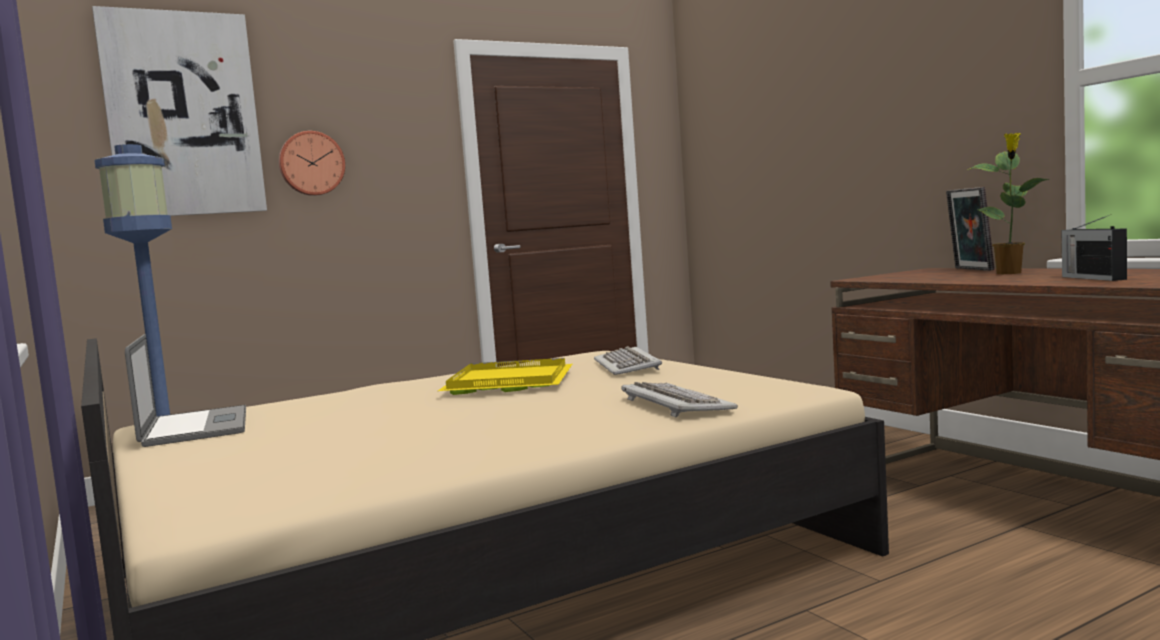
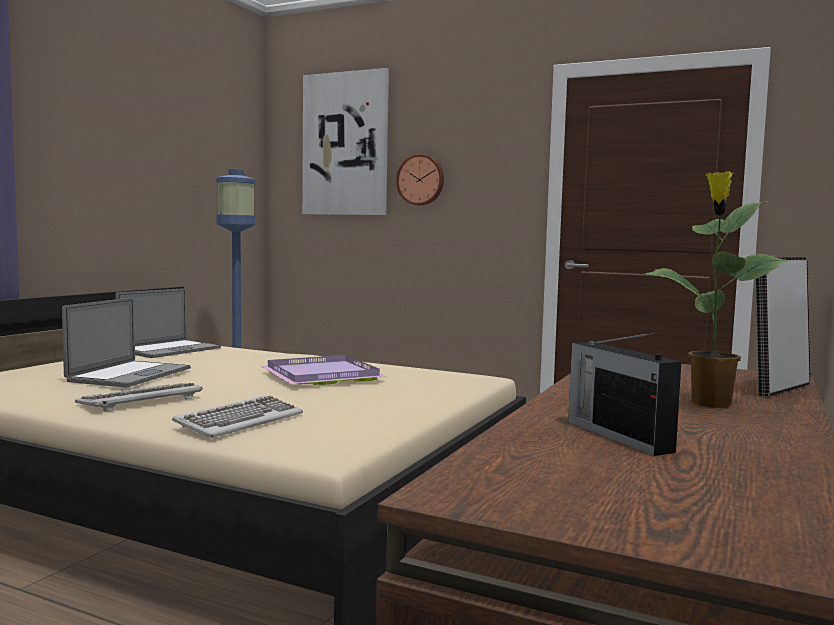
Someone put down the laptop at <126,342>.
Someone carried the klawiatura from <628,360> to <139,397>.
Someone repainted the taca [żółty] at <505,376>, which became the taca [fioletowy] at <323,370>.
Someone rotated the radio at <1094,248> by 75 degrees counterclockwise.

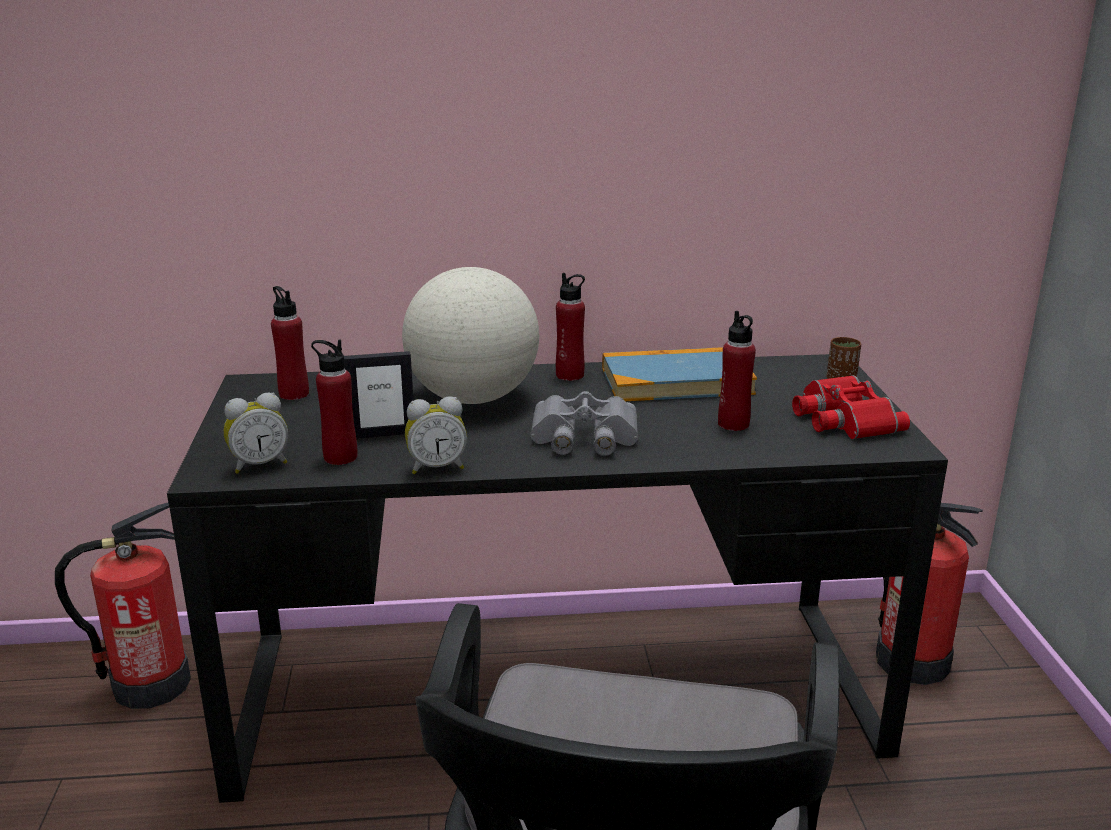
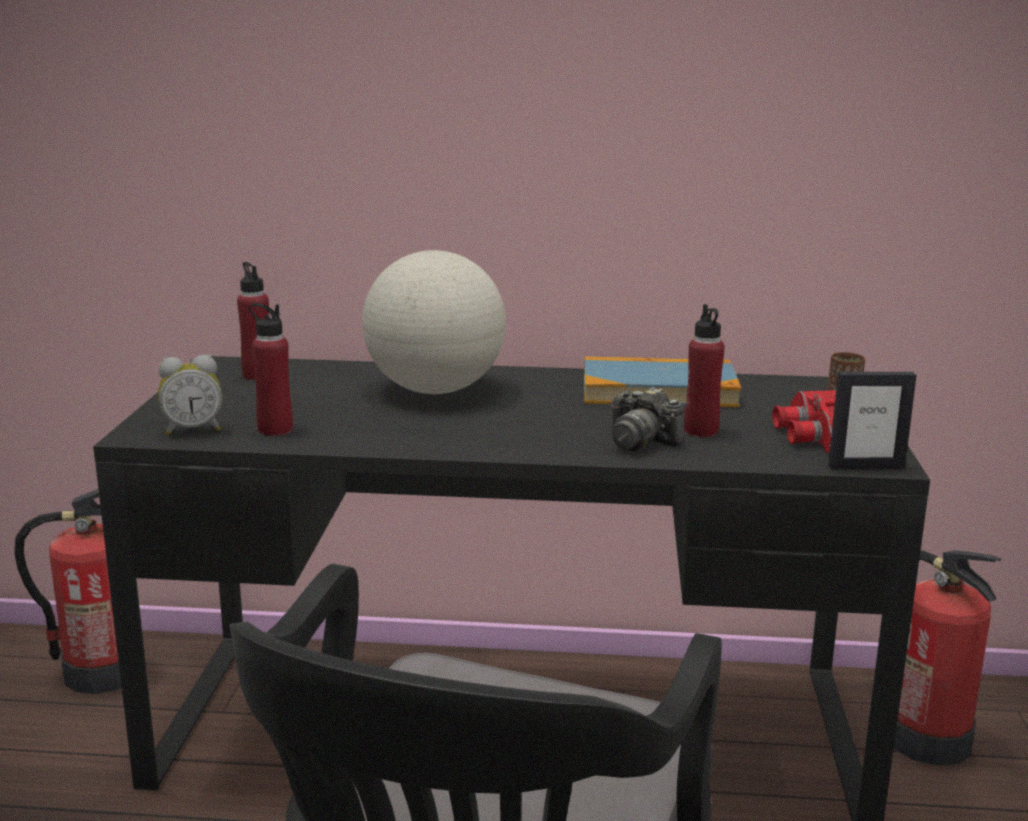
Someone put down the aparat fotograficzny at <647,419>.
Someone carried the ramka na zdjęcie from <379,395> to <872,420>.
Someone took away the budzik at <436,435>.
Someone took away the lornetka [szary] at <584,423>.
Someone took away the butelka [czerwony] at <570,327>.

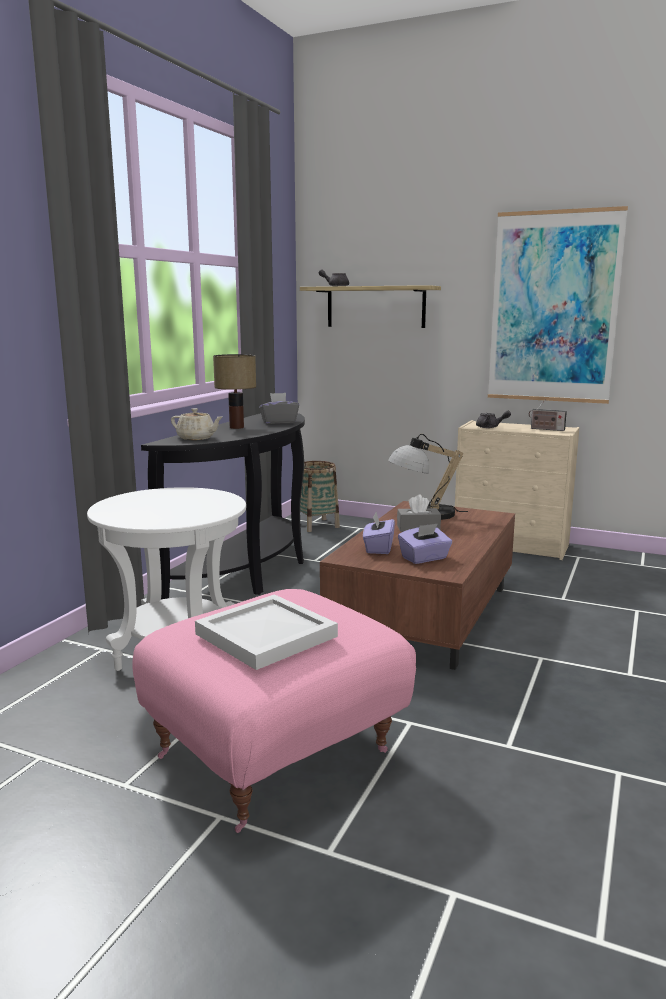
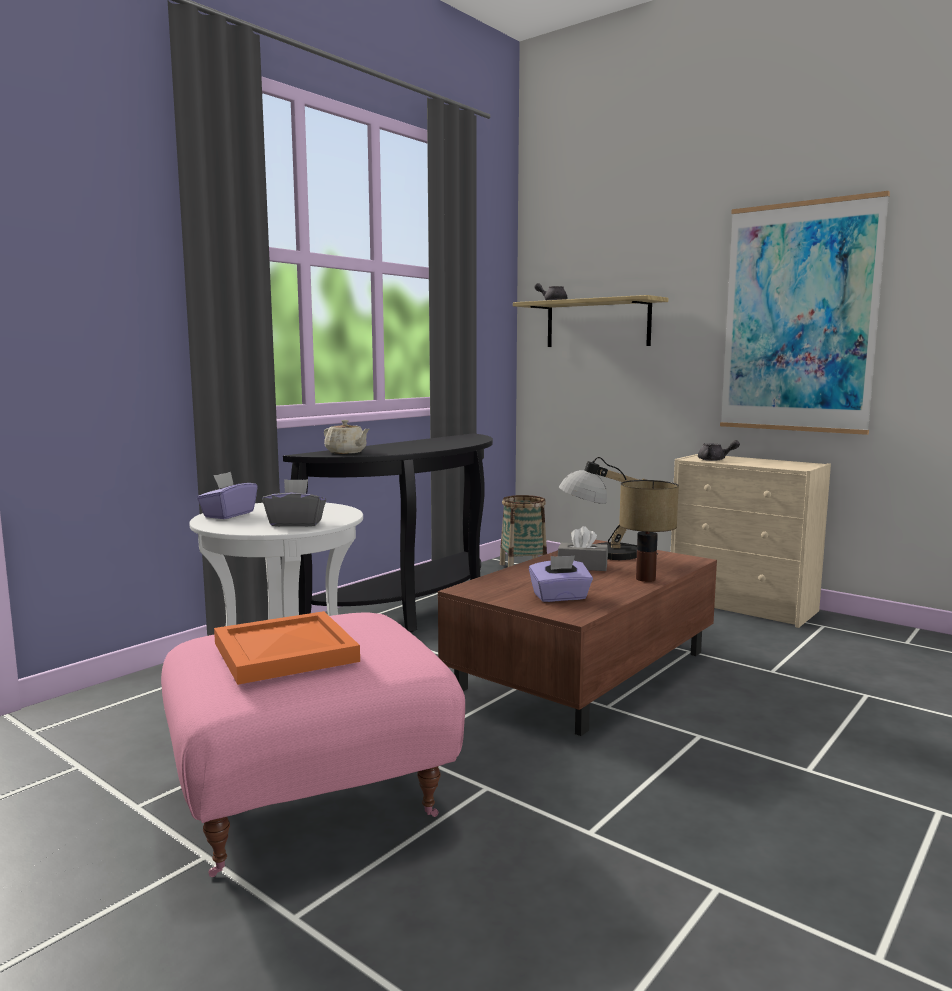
Someone carried the pudełko chusteczek [fioletowy] from <379,533> to <227,495>.
Someone repainted the taca [biały] at <266,632>, which became the taca [pomarańczowy] at <287,648>.
Someone carried the pudełko chusteczek [szary] from <279,408> to <294,502>.
Someone carried the lampa stołowa from <234,391> to <649,531>.
Someone took away the radio at <548,415>.

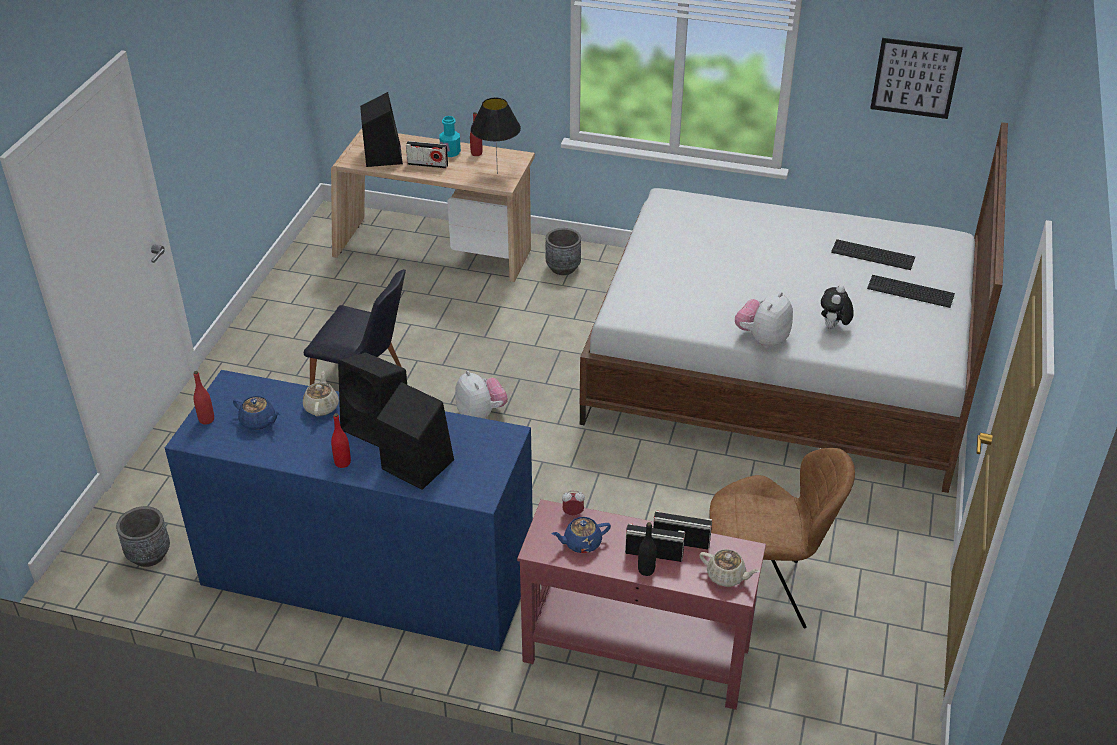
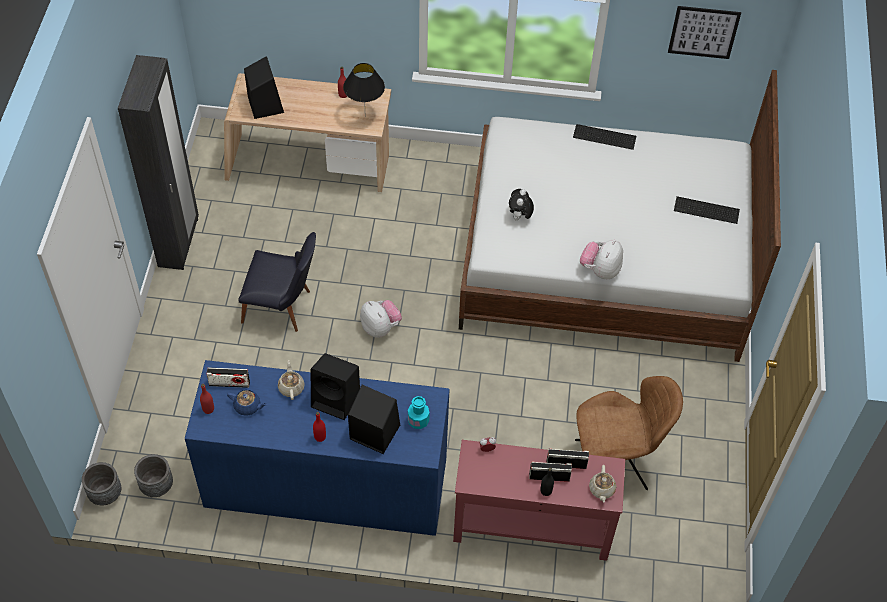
Someone carried the donica [szary] from <563,251> to <101,483>.
Someone put down the szafa [czarny] at <158,162>.
Someone carried the radio from <427,154> to <228,378>.
Someone carried the butelka [turkusowy] from <450,136> to <419,412>.
Someone carried the pluszak from <837,307> to <521,204>.
Someone carried the klawiatura from <873,254> to <604,137>.
Someone rotated the imbryk [beżowy] at <729,568> by 75 degrees clockwise.
Someone took away the imbryk [niebieski] at <581,535>.

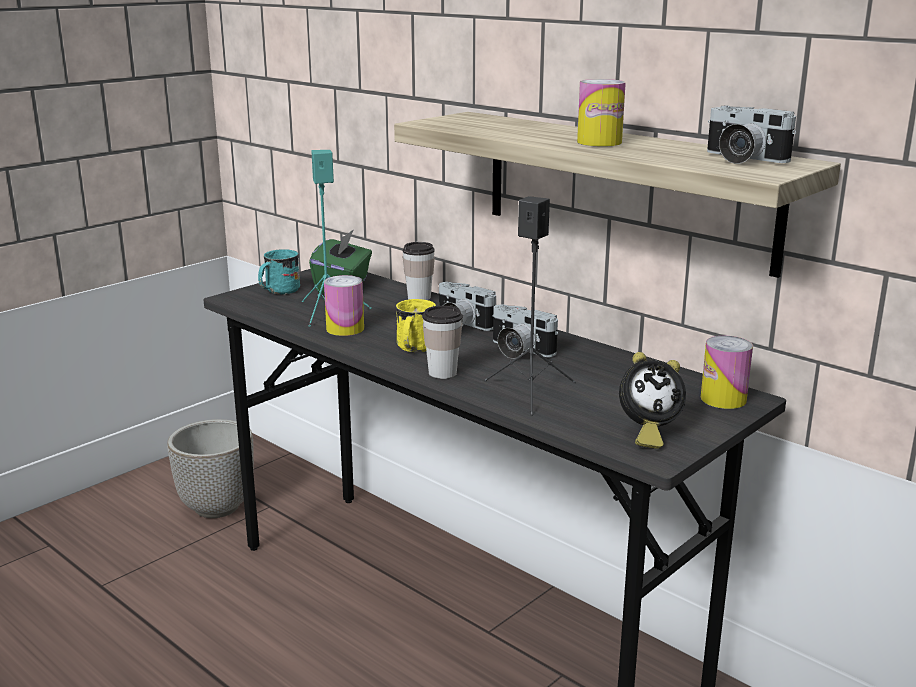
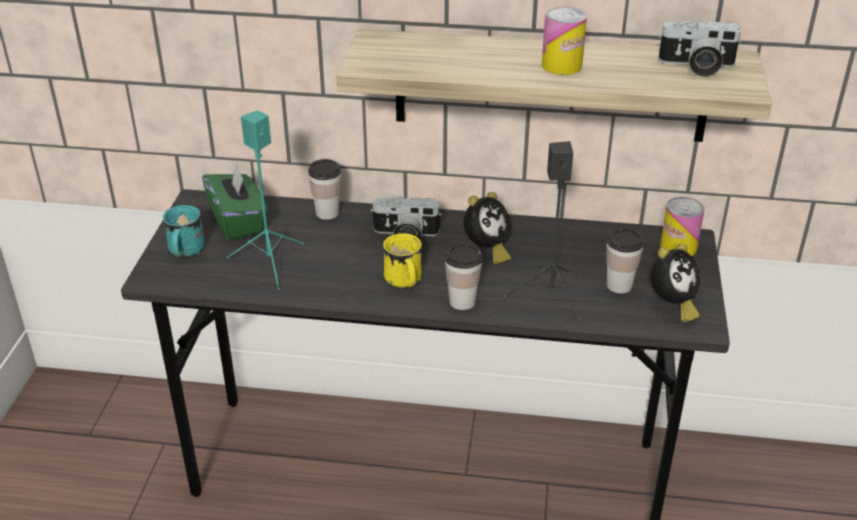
Someone swapped the aparat fotograficzny at <525,332> for the budzik at <487,228>.
Someone put down the filiżanka at <625,260>.
Someone took away the donica at <210,468>.
Someone took away the puszka at <344,305>.

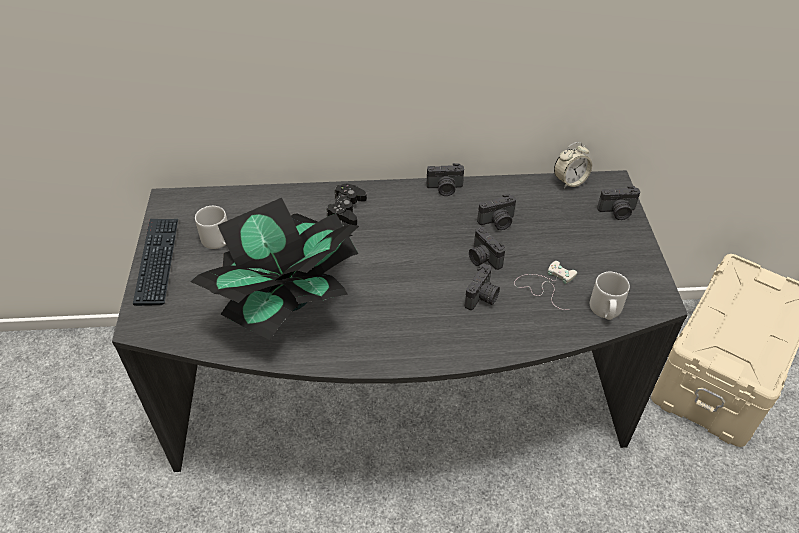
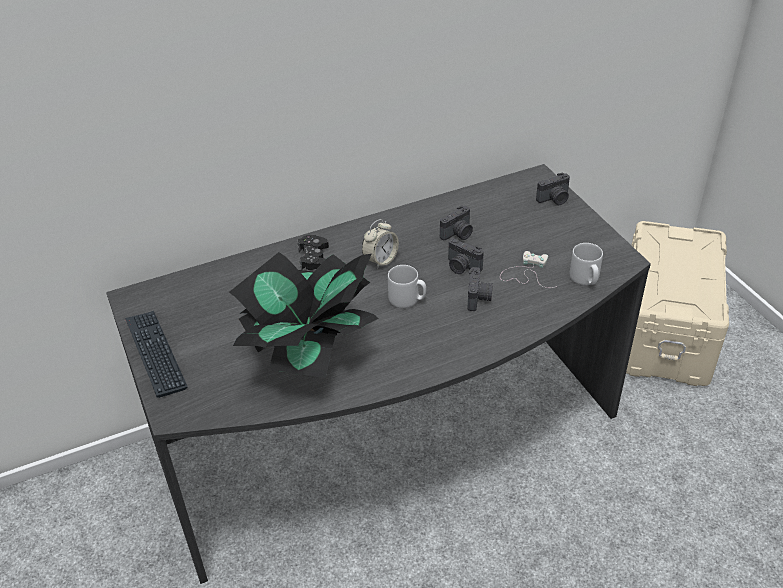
Someone carried the budzik from <573,165> to <380,244>.
Someone carried the kubek [szary] from <211,227> to <407,286>.
Someone took away the aparat fotograficzny at <445,179>.

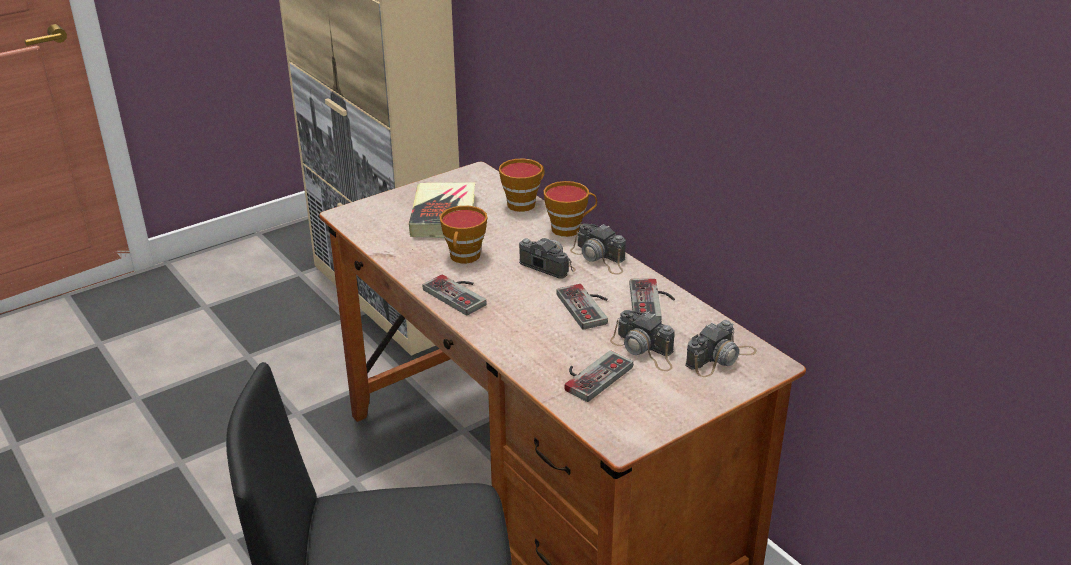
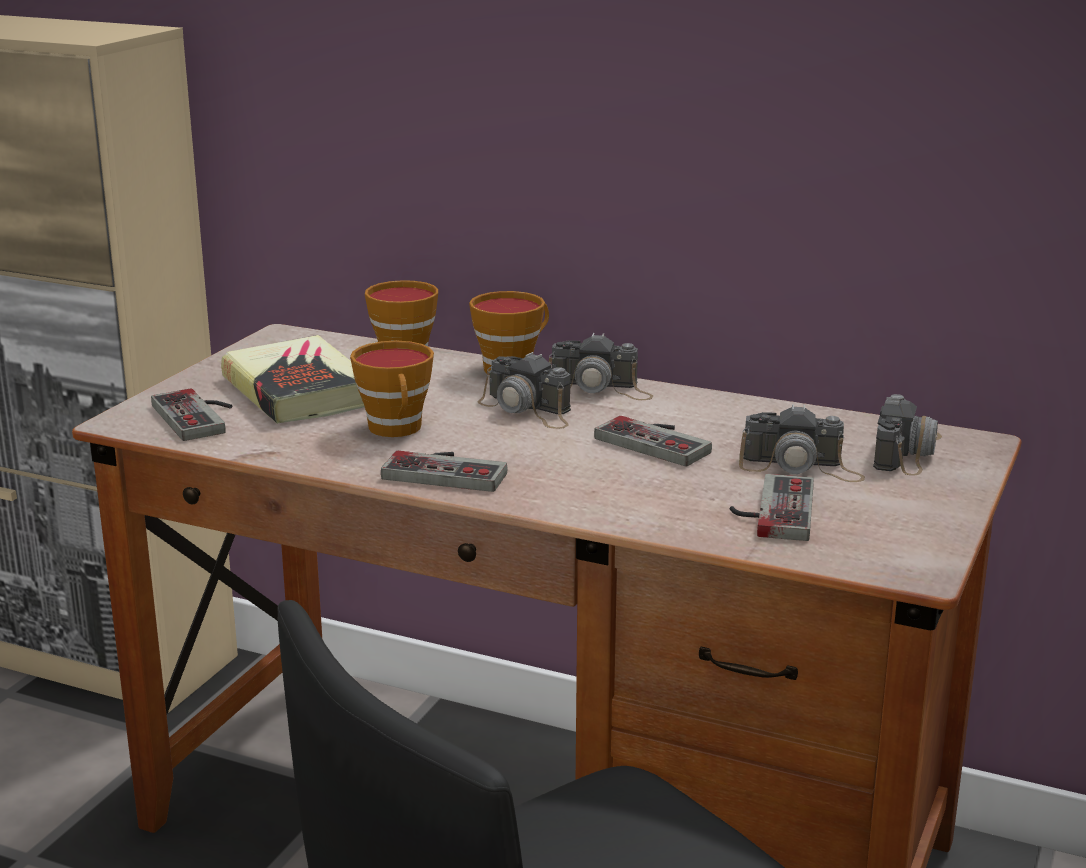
Someone carried the pad do gier from <652,299> to <191,414>.
Someone rotated the aparat fotograficzny at <547,258> by 150 degrees counterclockwise.

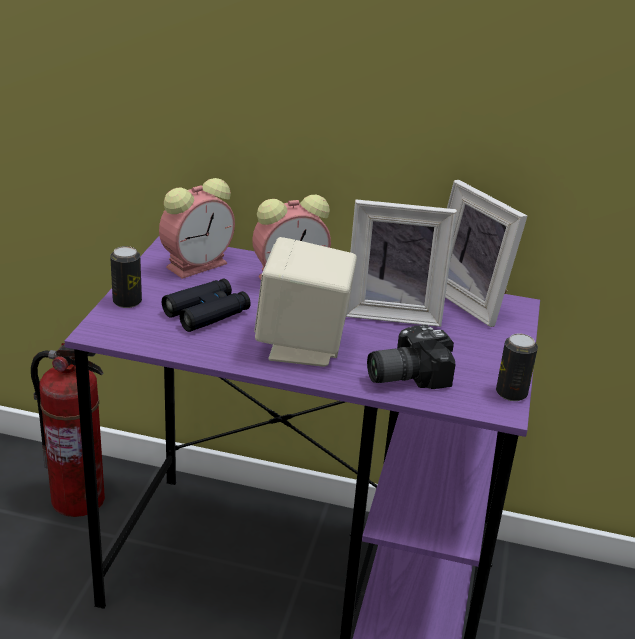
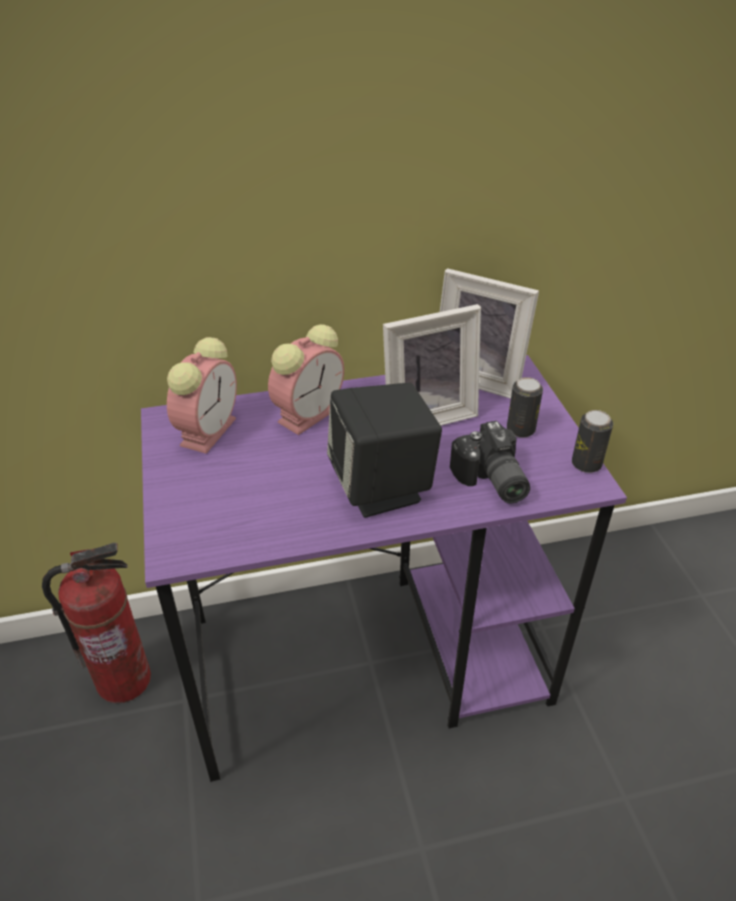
Someone repainted the głośnik [beżowy] at <305,302>, which became the głośnik [czarny] at <384,450>.
Someone rotated the aparat fotograficzny at <411,357> by 60 degrees counterclockwise.
Someone carried the puszka from <126,277> to <525,407>.
Someone took away the lornetka [czarny] at <206,305>.

